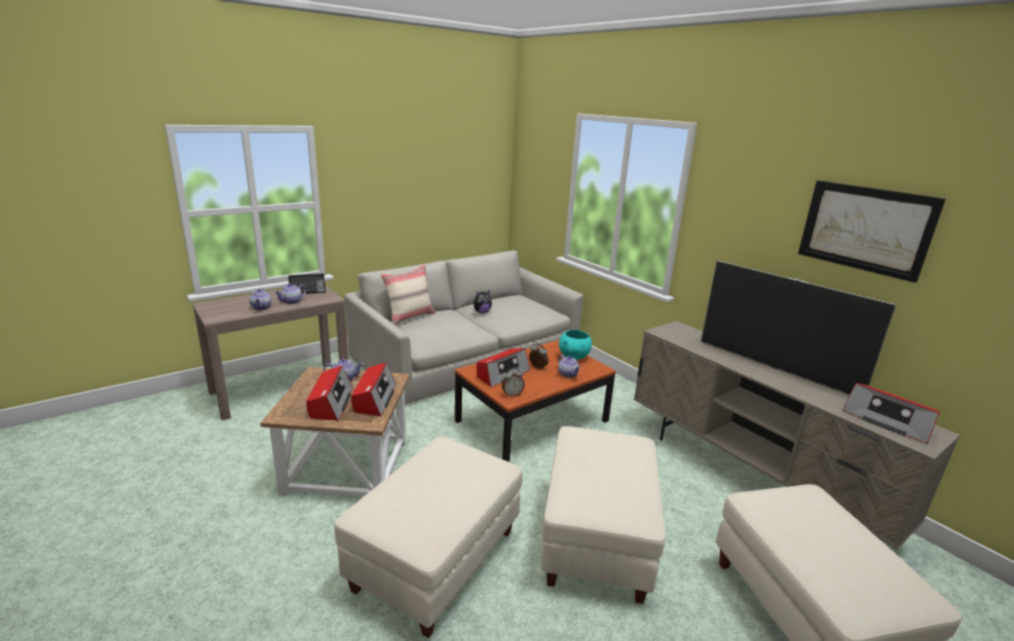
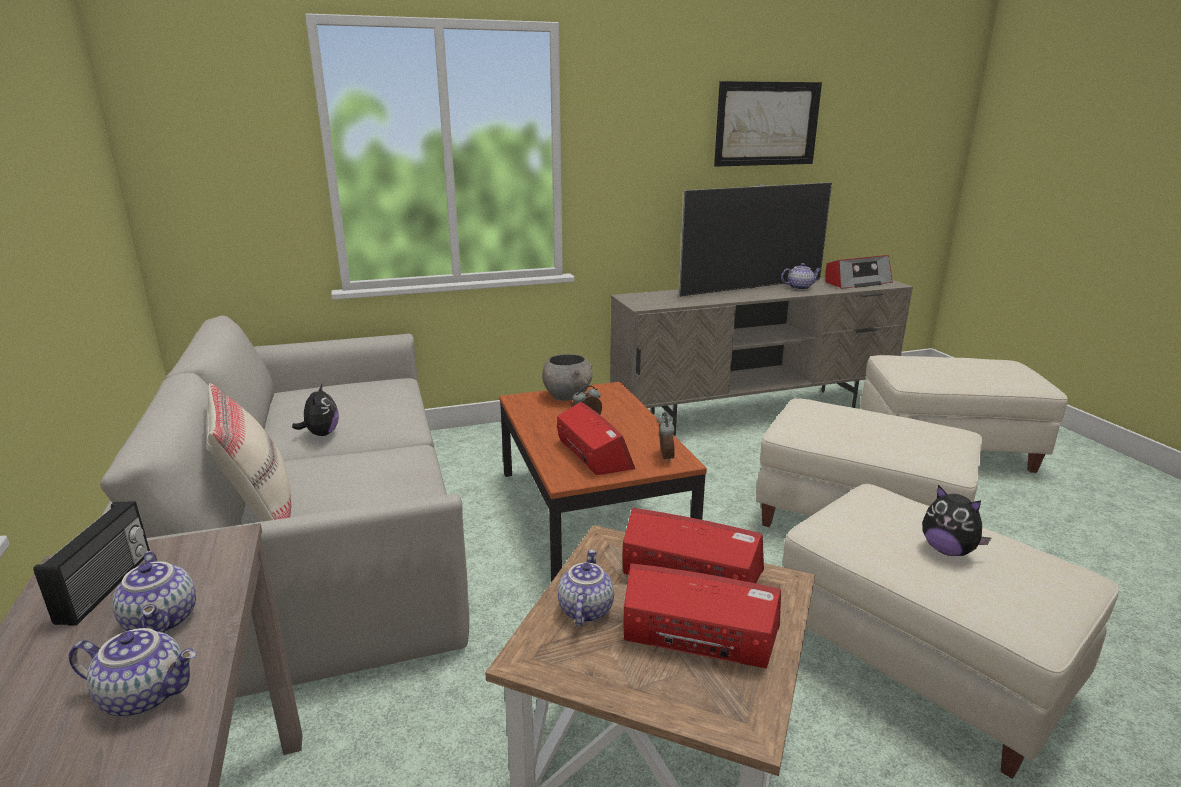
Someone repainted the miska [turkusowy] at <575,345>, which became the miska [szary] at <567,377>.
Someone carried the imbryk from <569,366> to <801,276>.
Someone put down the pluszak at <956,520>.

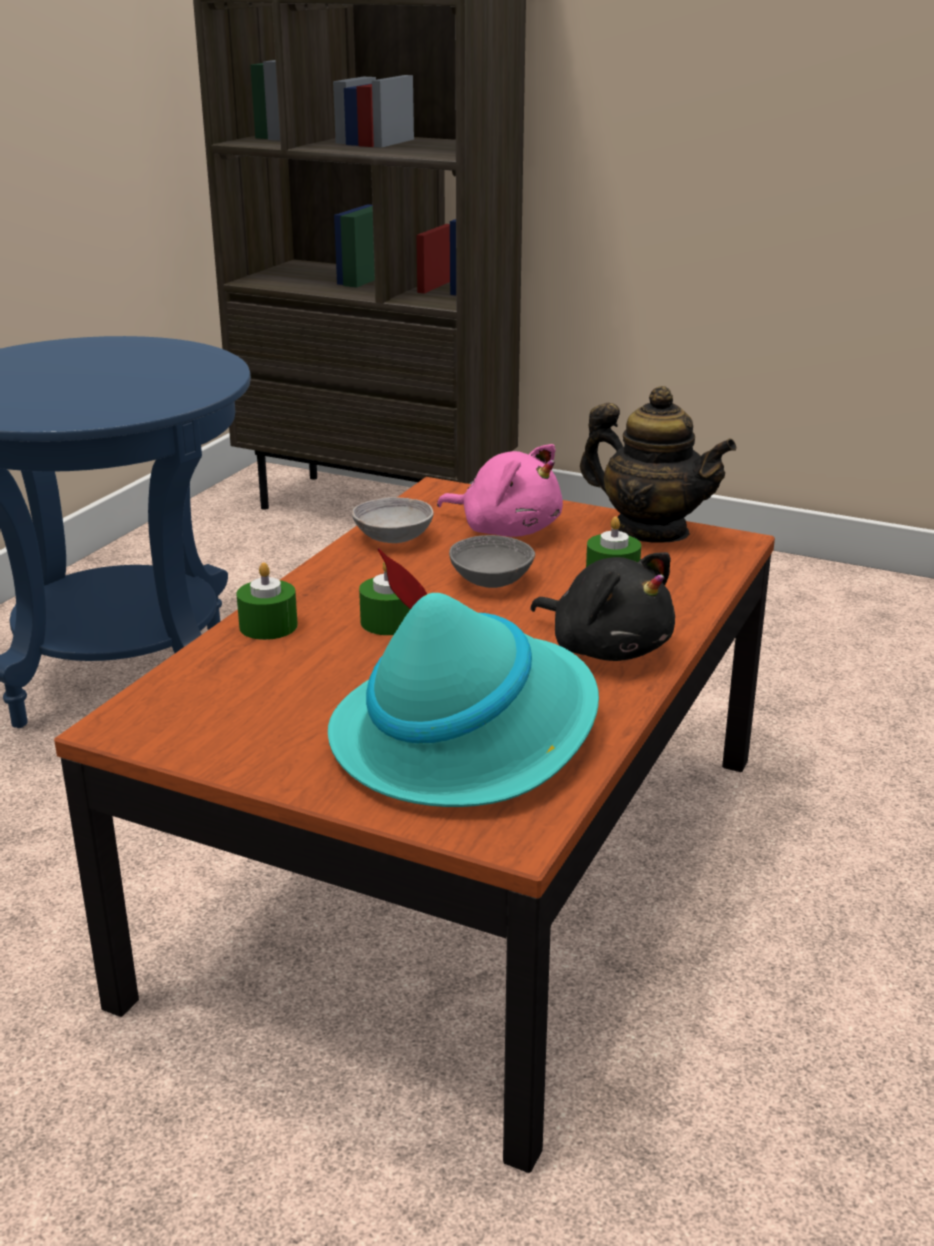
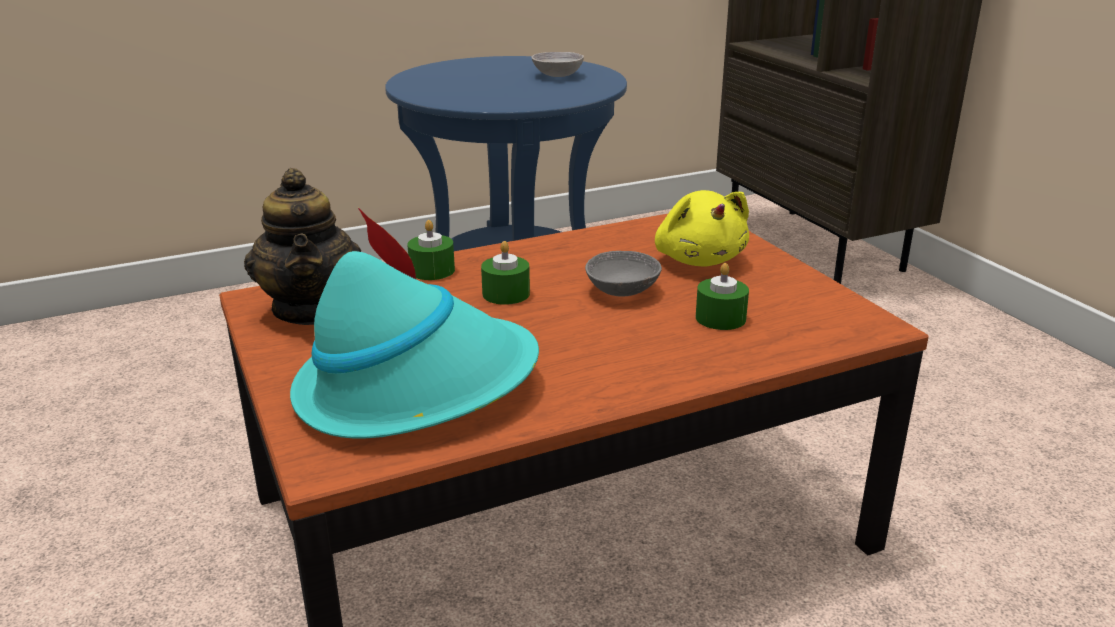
Someone carried the imbryk from <658,464> to <302,246>.
Someone carried the miska [szary] from <393,520> to <558,64>.
Someone repainted the pluszak [różowy] at <500,490>, which became the pluszak [żółty] at <702,228>.
Someone took away the pluszak [czarny] at <602,606>.

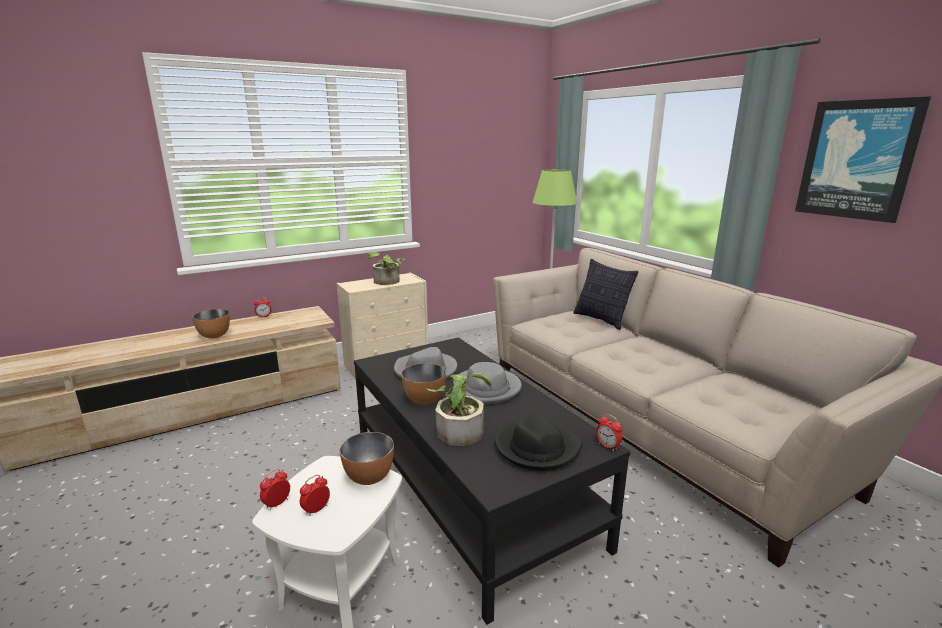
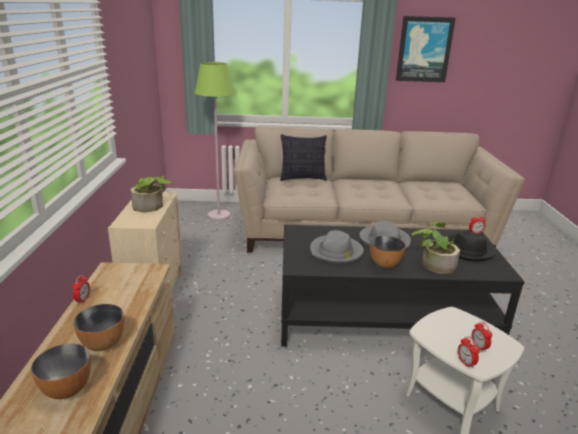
Someone carried the miska from <367,458> to <61,371>.

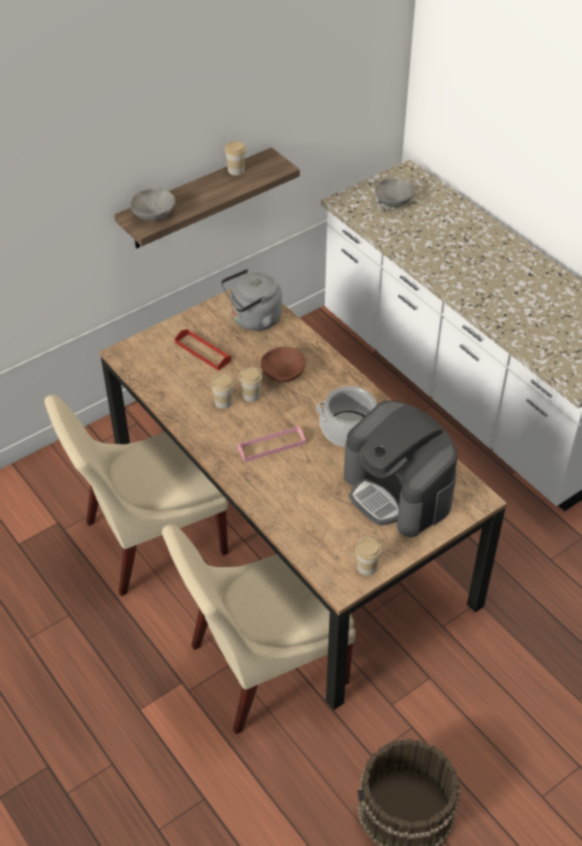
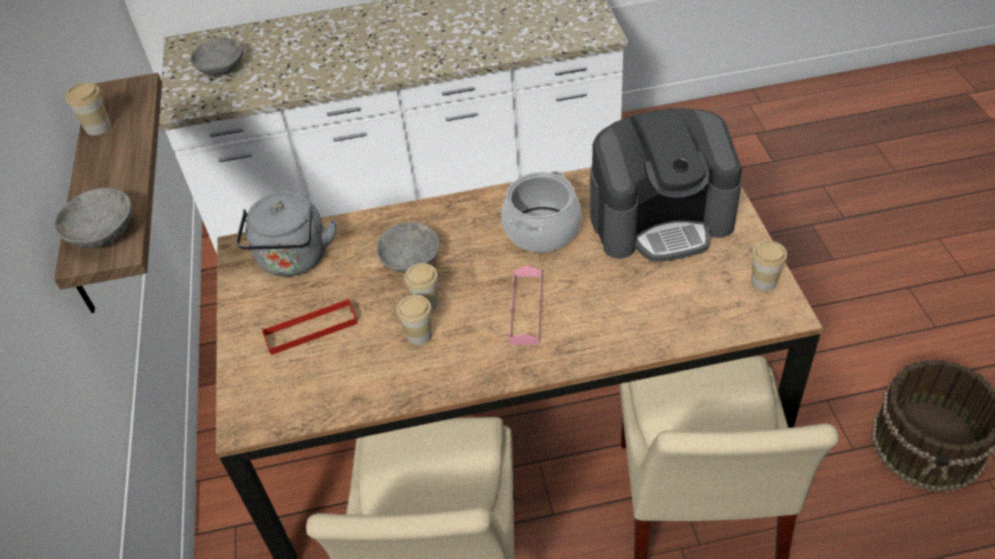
Someone repainted the miska [brązowy] at <283,365>, which became the miska [szary] at <407,247>.

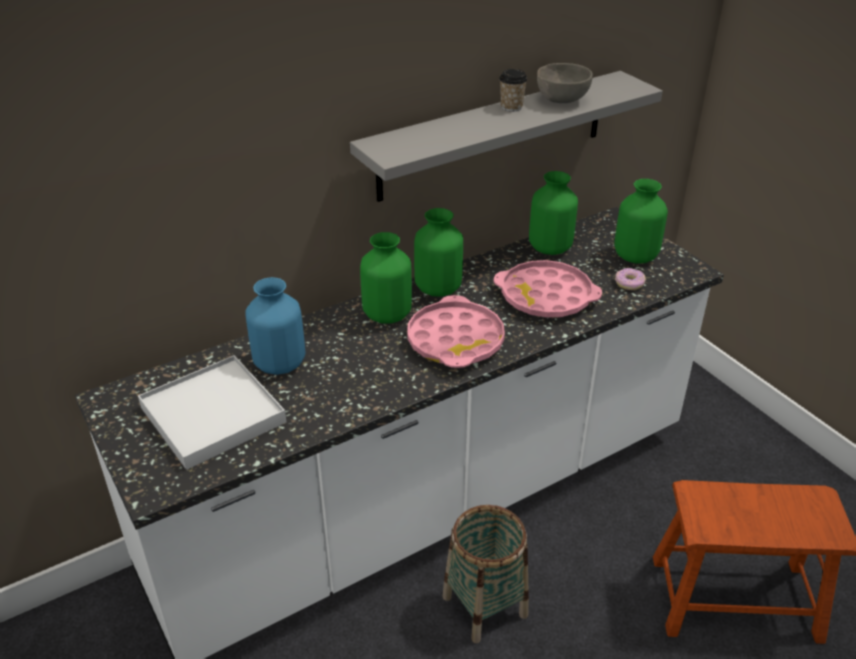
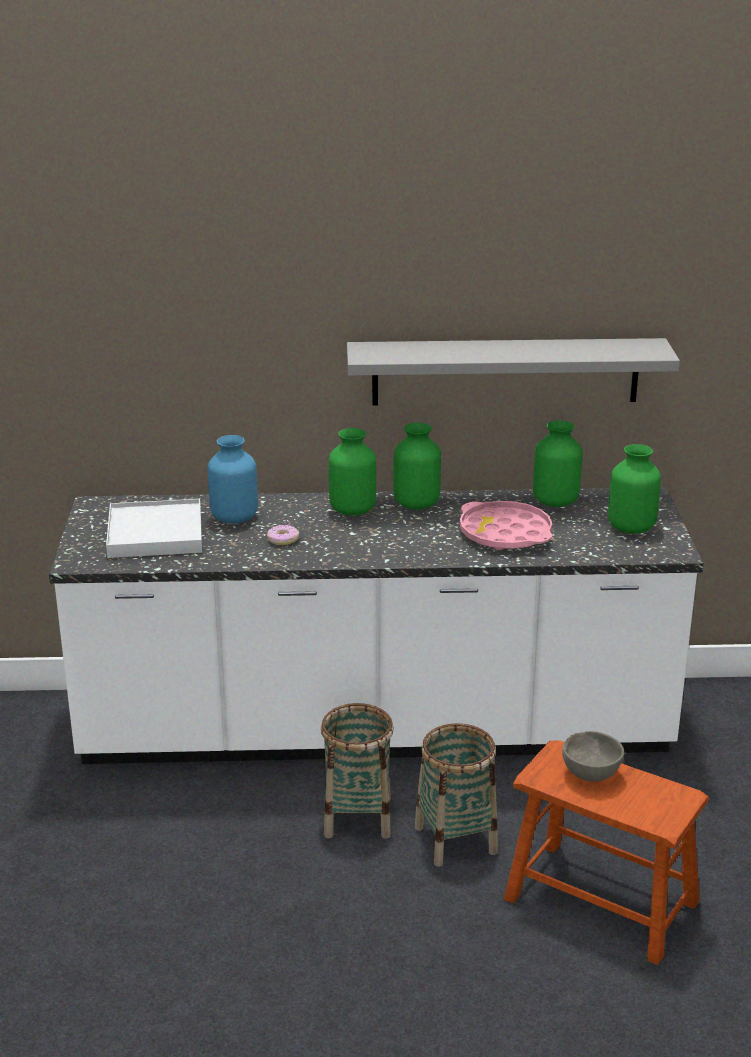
Someone carried the donut from <630,279> to <283,535>.
Someone put down the koszyk at <456,795>.
Someone carried the miska [szary] from <565,83> to <593,756>.
Someone took away the taca [różowy] at <456,331>.
Someone took away the filiżanka at <513,90>.

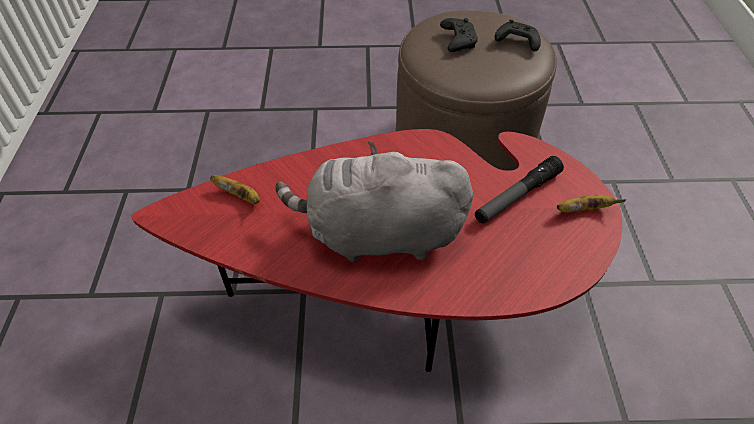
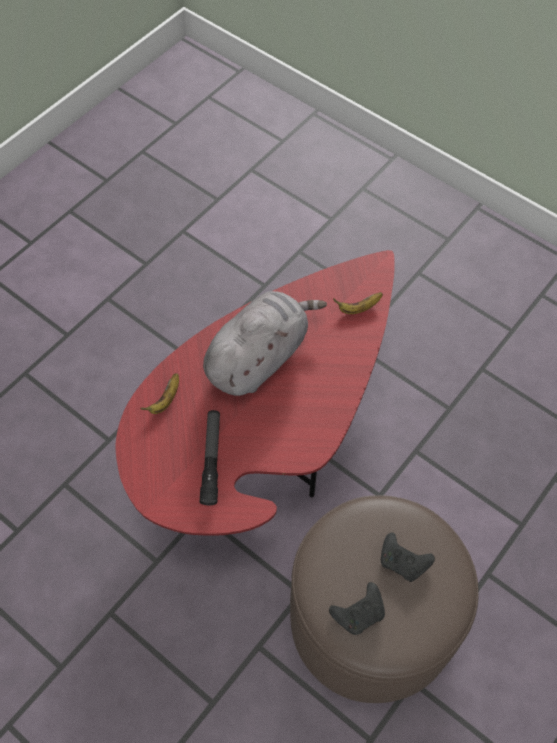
Someone carried the banan from <591,204> to <159,393>.

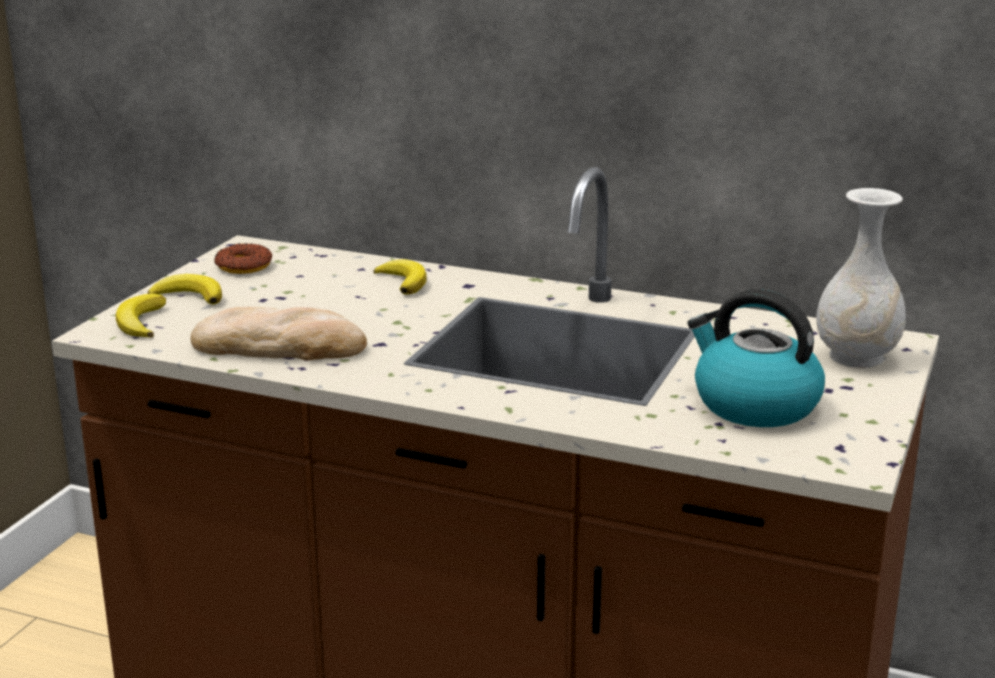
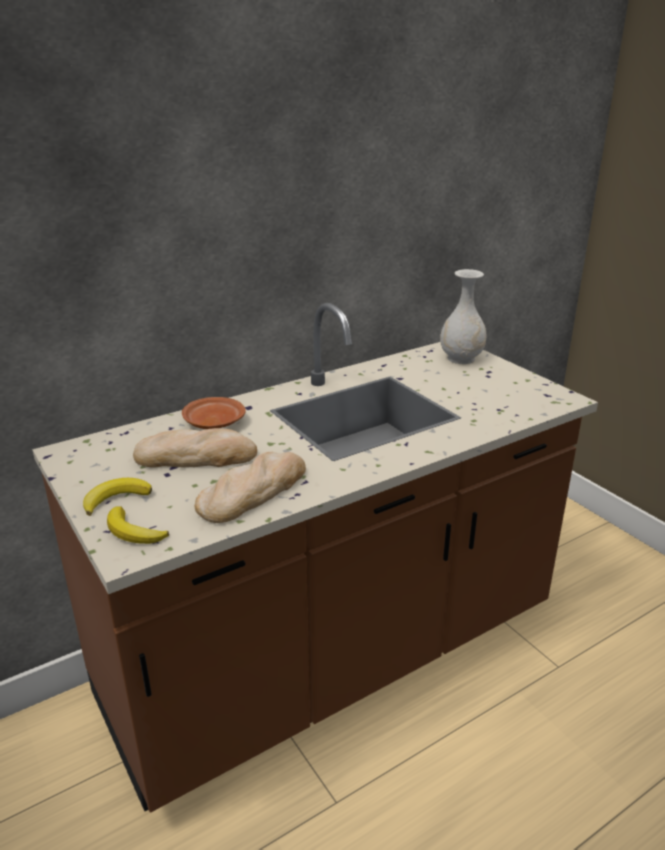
Someone put down the chleb at <195,448>.
Someone swapped the banan at <400,277> for the talerz [brązowy] at <214,413>.
Someone took away the donut at <243,258>.
Someone took away the czajnik at <756,358>.

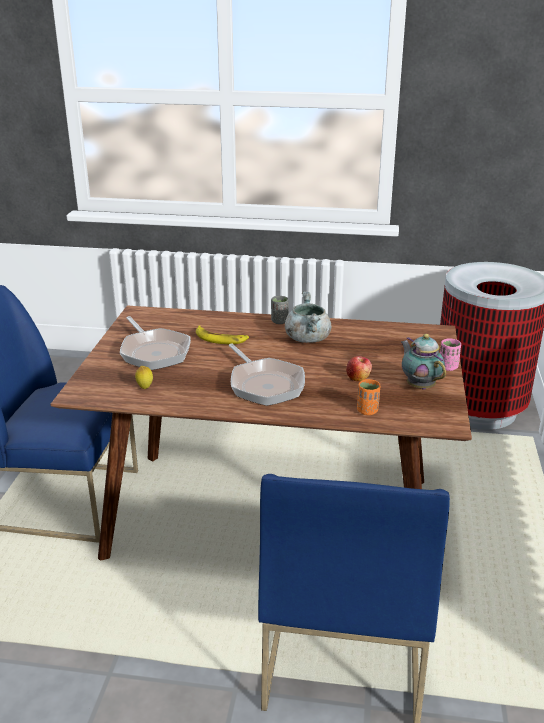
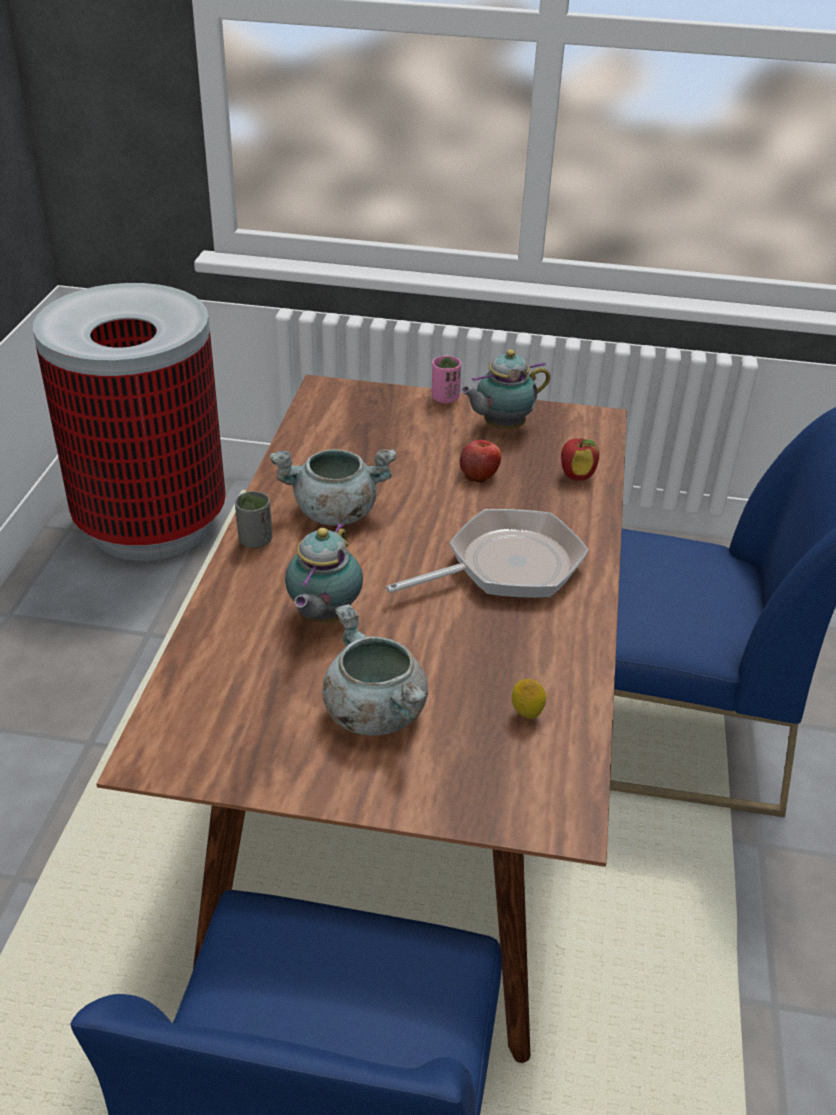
Someone swapped the banan at <222,334> for the imbryk at <324,573>.
Someone swapped the patelnia at <155,343> for the garnek [szary] at <375,670>.
Someone swapped the filiżanka [pomarańczowy] at <368,397> for the jabłko at <580,459>.

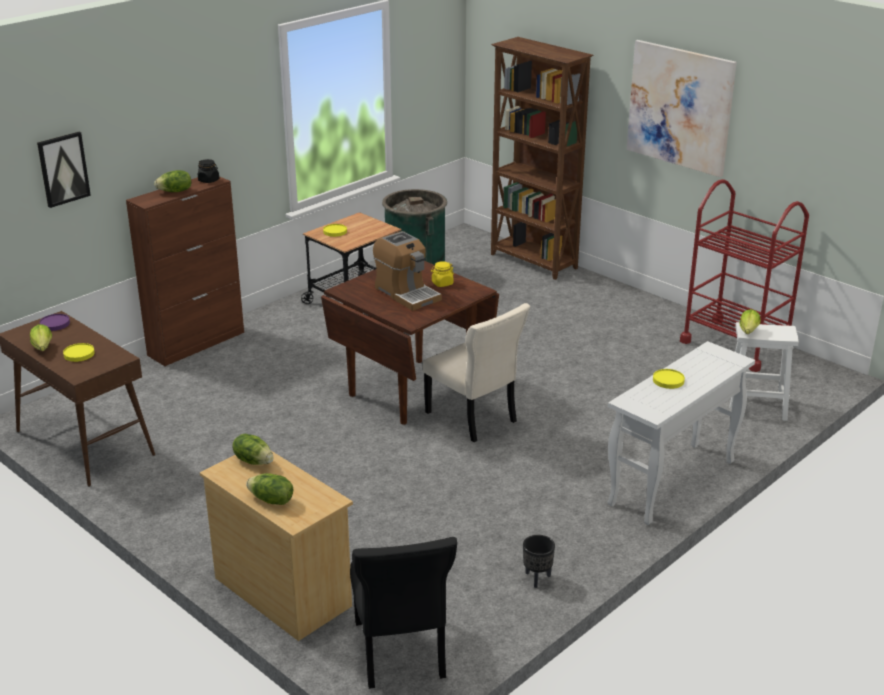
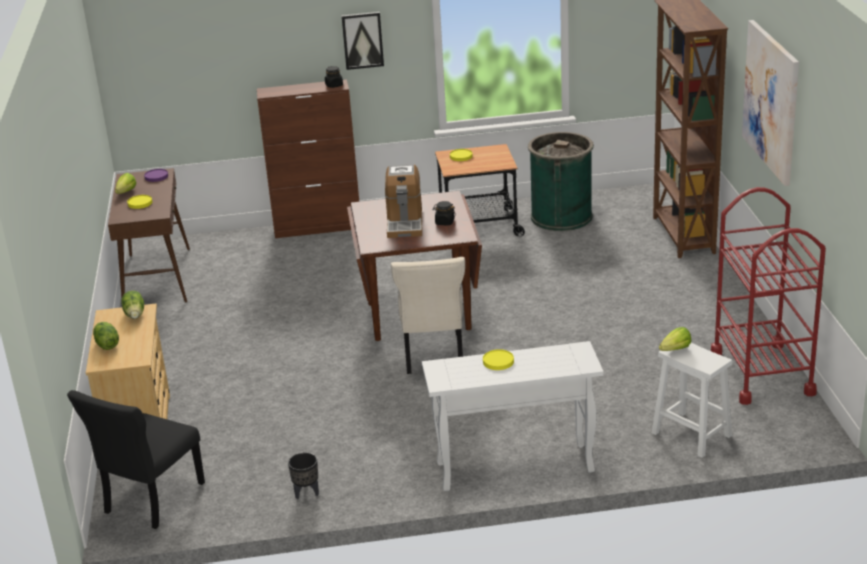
Someone carried the obraz from <64,170> to <362,41>.
Someone repainted the słoik [żółty] at <442,274>, which became the słoik [czarny] at <444,213>.
Someone took away the sałata at <172,181>.

